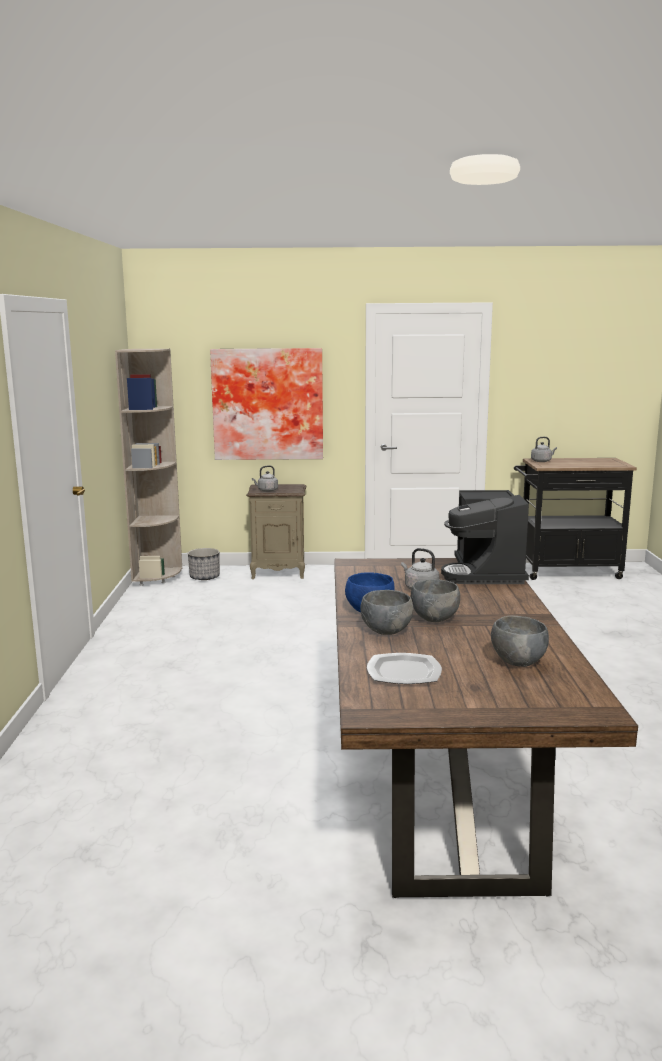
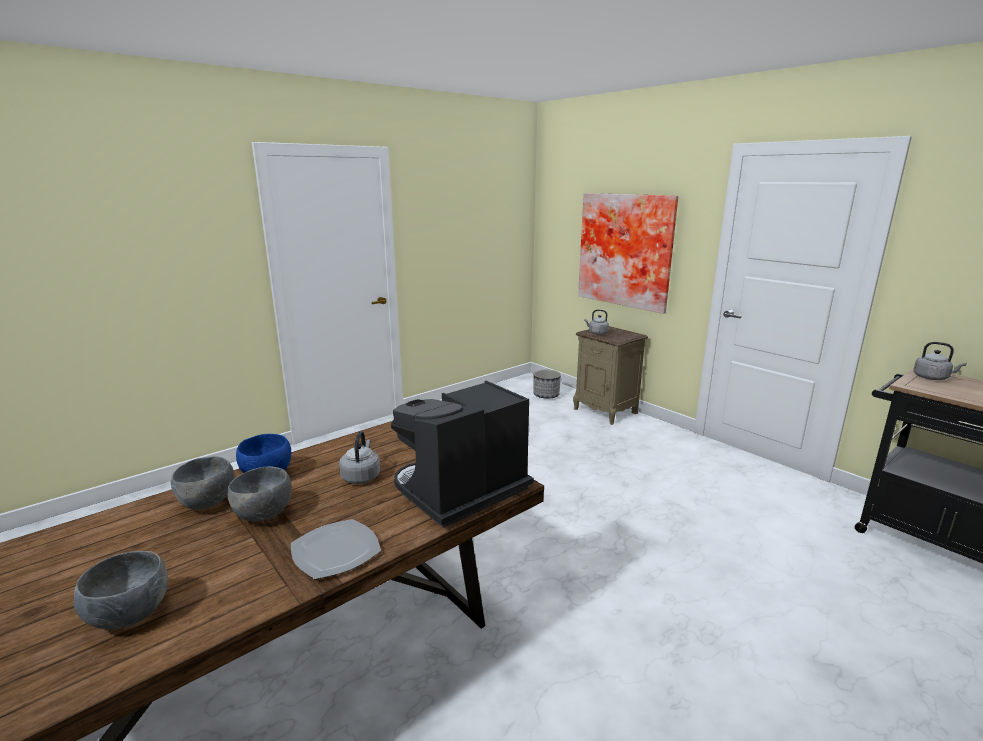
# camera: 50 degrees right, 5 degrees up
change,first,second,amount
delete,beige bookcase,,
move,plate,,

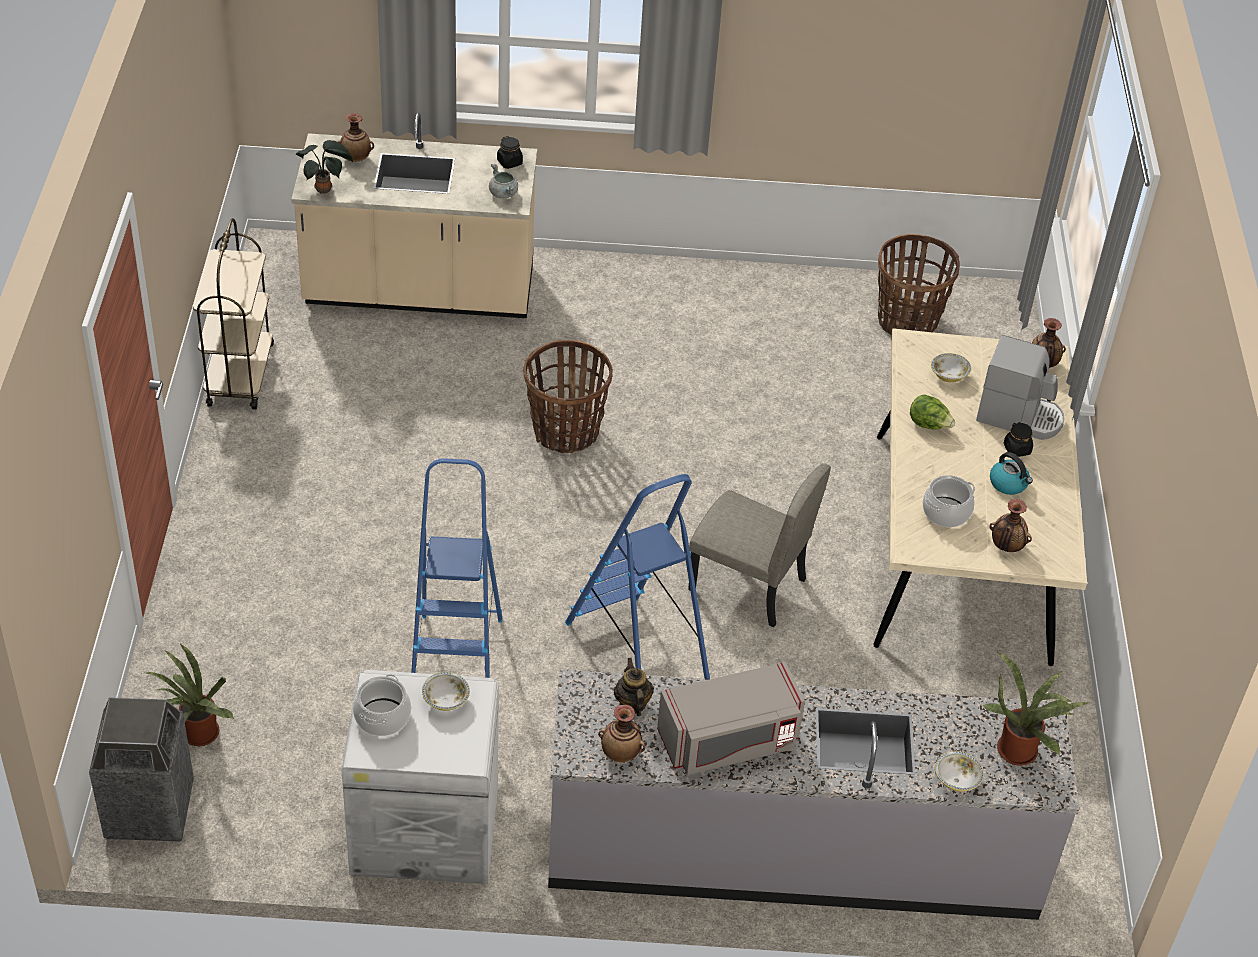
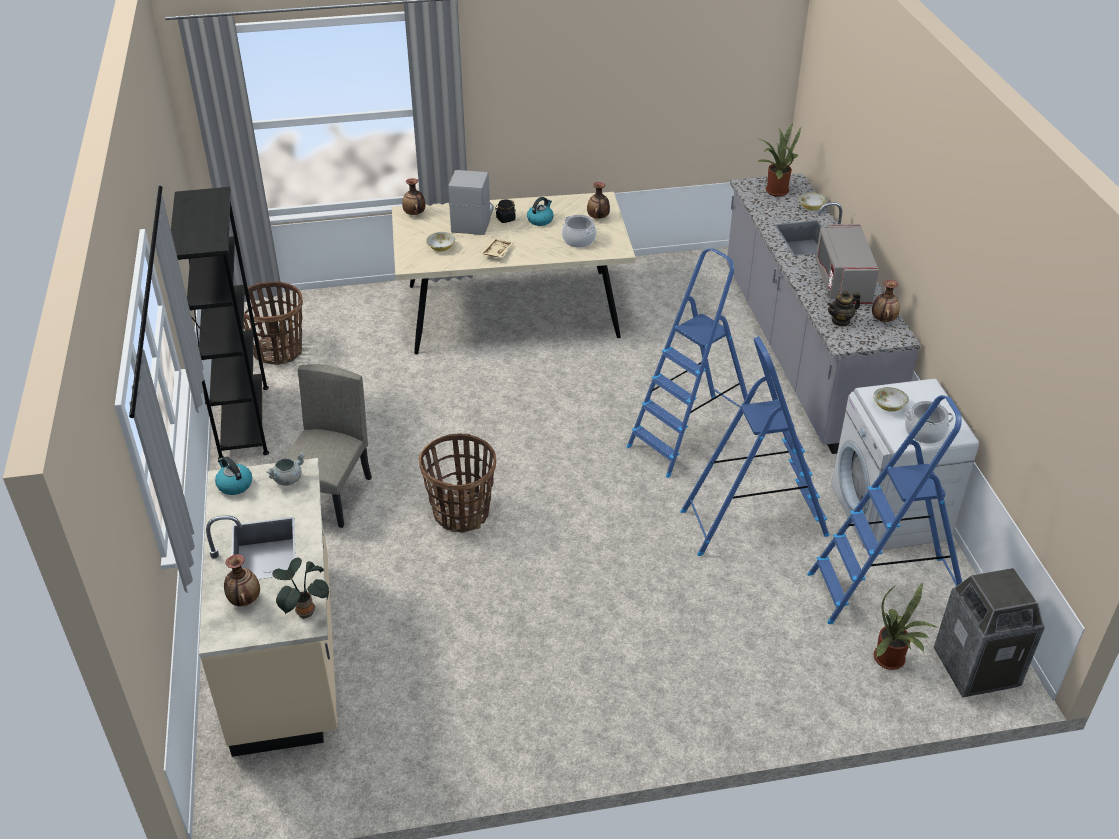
# camera: 100 degrees left, 5 degrees down
change,first,second,amount
delete,beige cart,,
replace,black jar (1st from left),kettle (1st from left),
rotate,grey microwave,,150 degrees counterclockwise
move,beige chair,,
replace,lettuce,beige tray,
insert,,black bookcase,
insert,,blue step ladder (3rd from left),

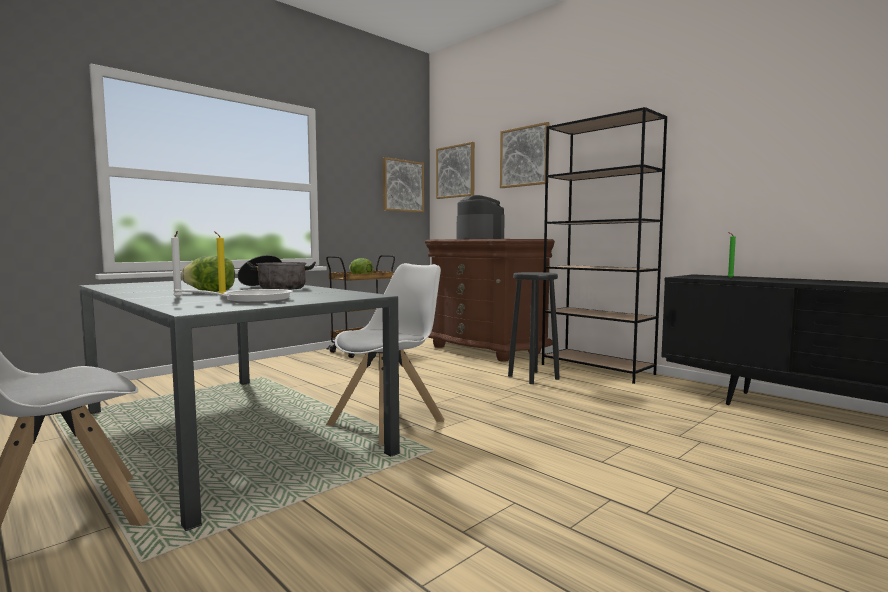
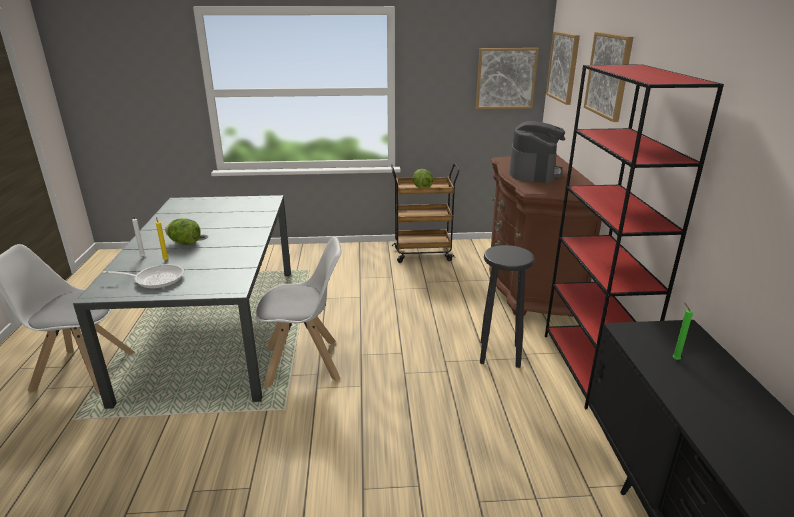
# camera: 40 degrees right, 20 degrees up
change,first,second,amount
delete,cooking pot,,
recolor,beige bookcase,red bookcase,

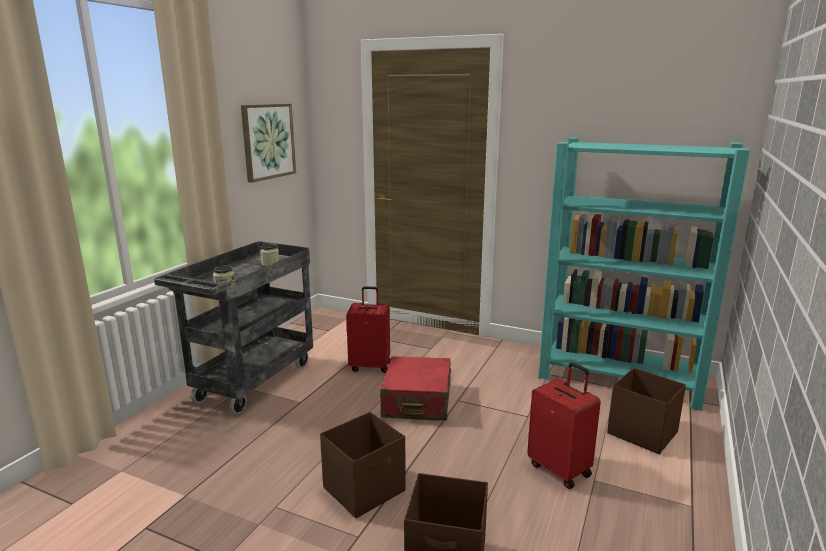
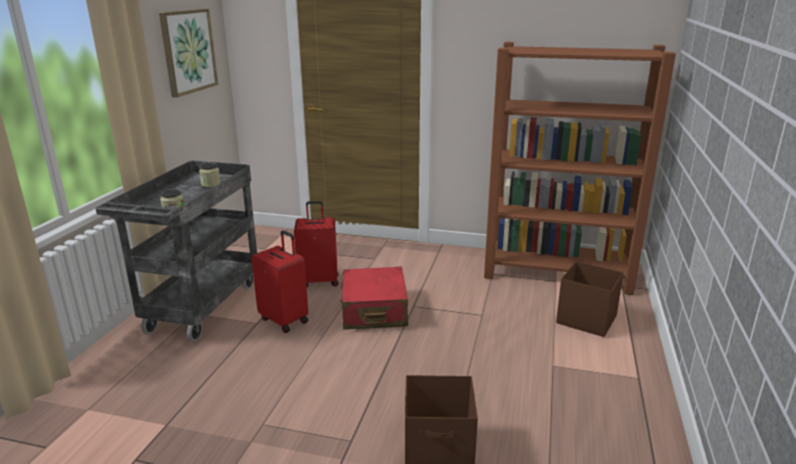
# camera: 10 degrees left, 5 degrees up
change,first,second,amount
delete,brown storage box (1st from left),,
move,red suitcase (3rd from left in the first image),red suitcase (1st from left),
recolor,turquoise bookcase,brown bookcase,

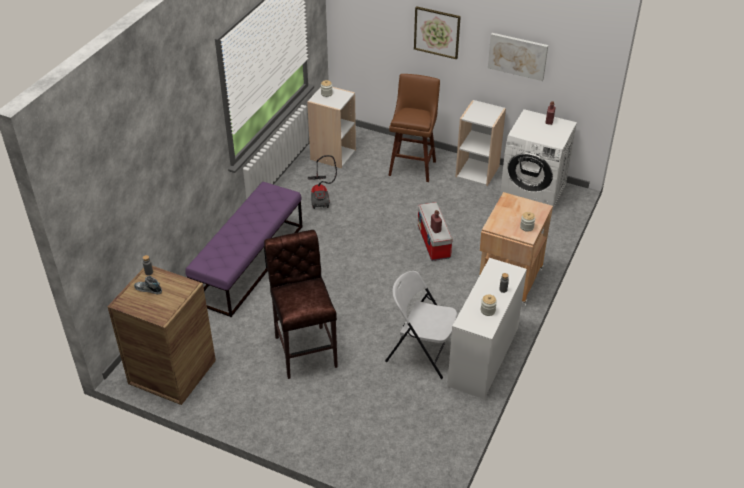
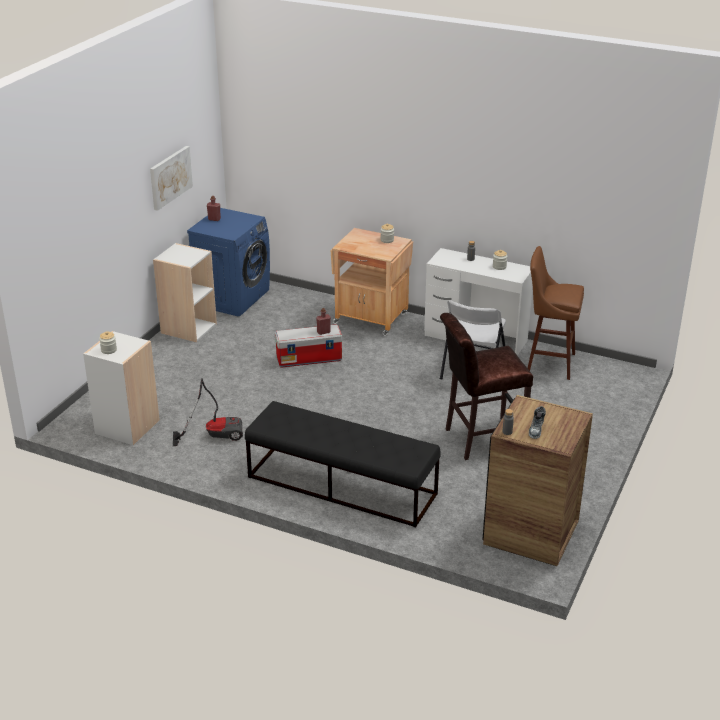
# camera: 90 degrees left, 10 degrees down
change,first,second,amount
recolor,purple bench,black bench,
move,brown stool (2nd from left),,
delete,picture (1st from left),,
recolor,white washing machine,blue washing machine,

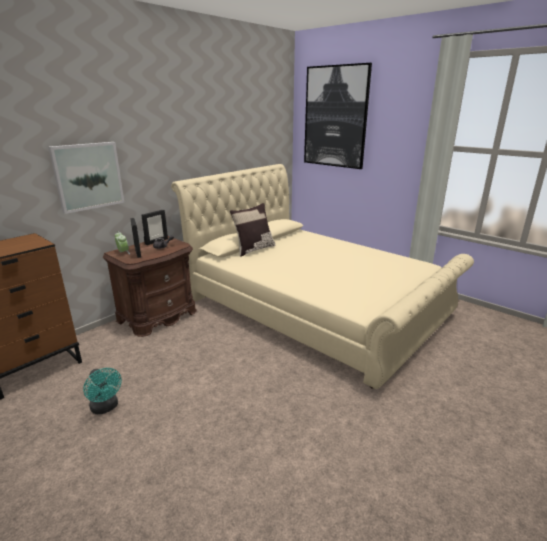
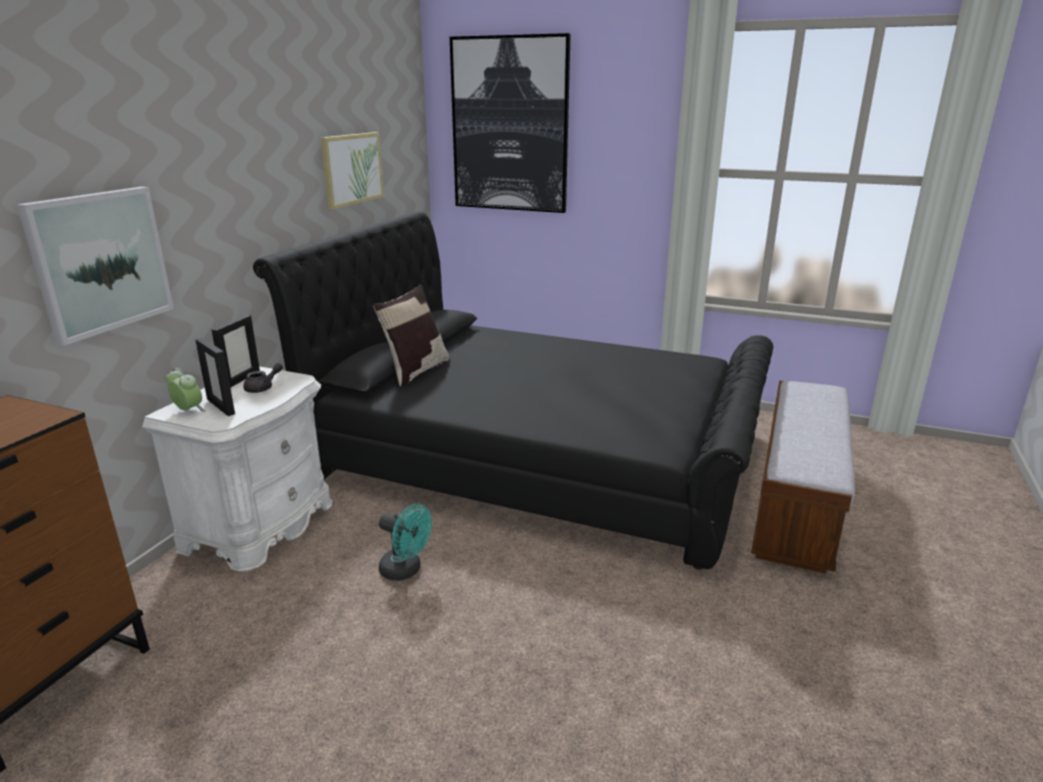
# camera: 20 degrees left, 0 degrees up
change,first,second,amount
move,turquoise fan,,
recolor,brown nightstand,white nightstand,
recolor,beige bed,black bed,
insert,,picture (2nd from left),
insert,,bench,

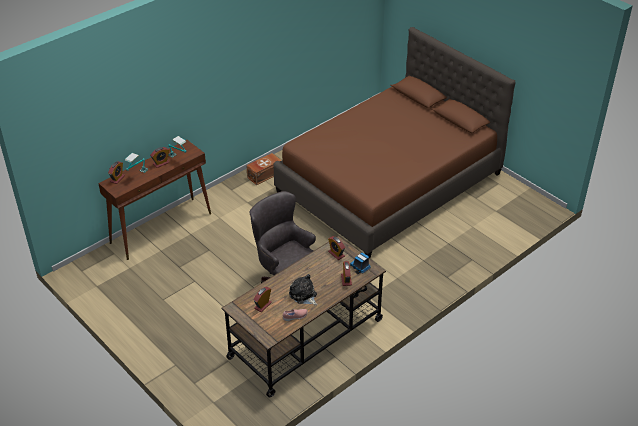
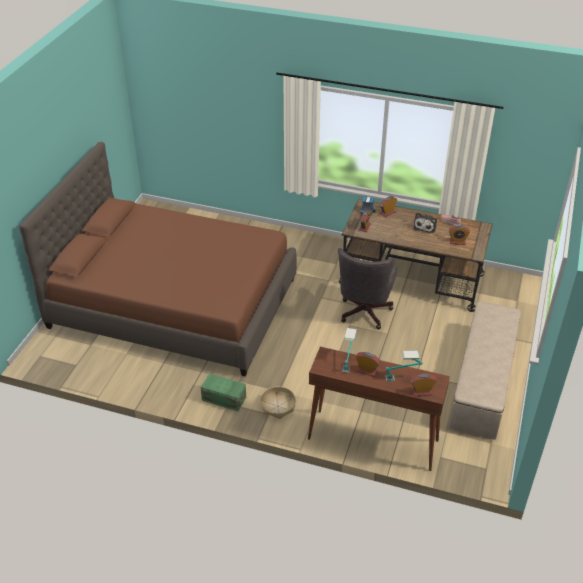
# camera: 120 degrees left, 0 degrees up
change,first,second,amount
recolor,brown storage box,green storage box,
insert,,basket,
insert,,beige bench,

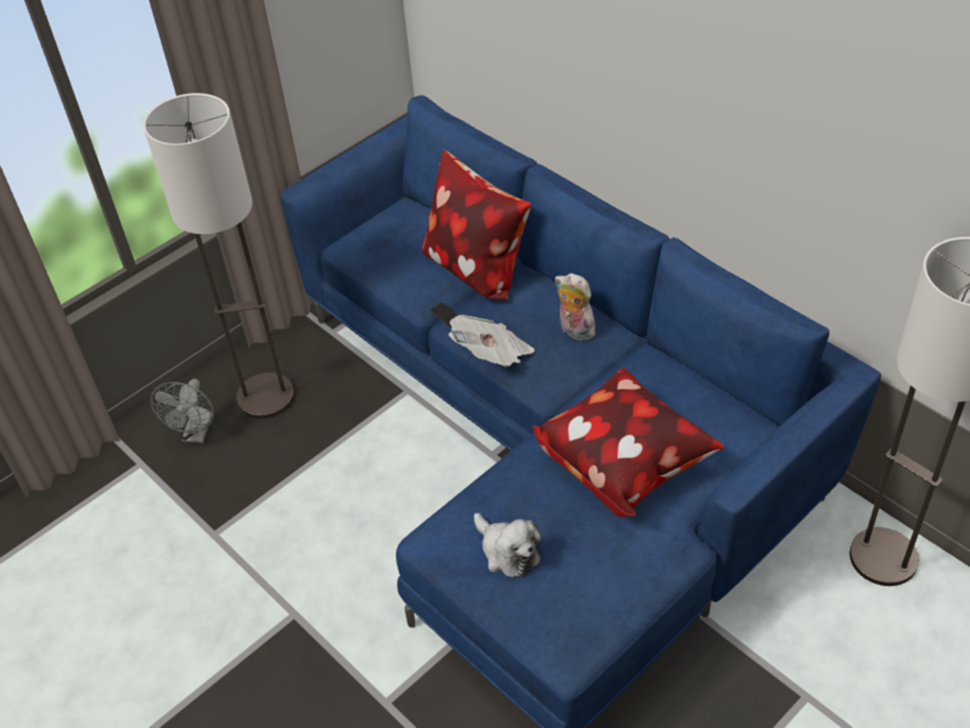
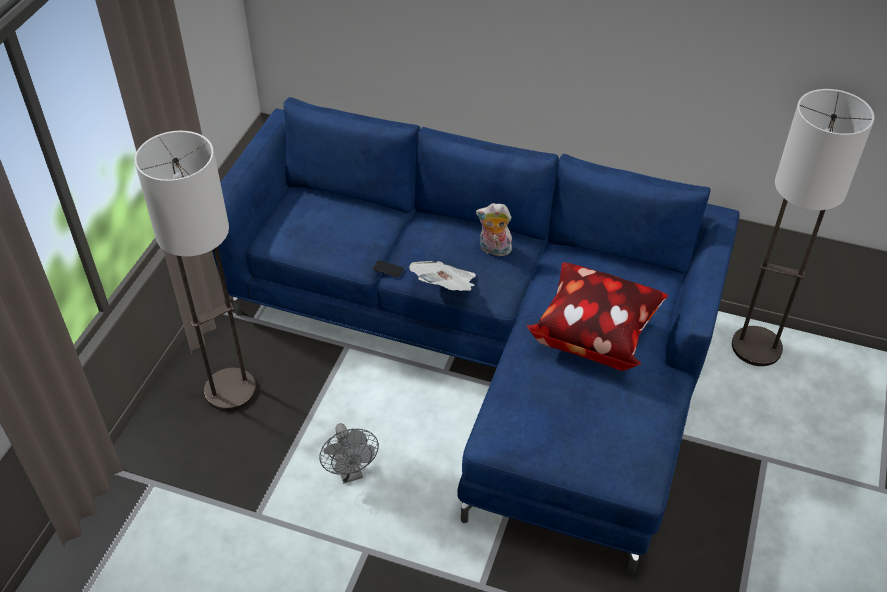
# camera: 30 degrees left, 0 degrees up
change,first,second,amount
move,grey fan,,
delete,pillow (1st from left),,
delete,plush toy (1st from left),,

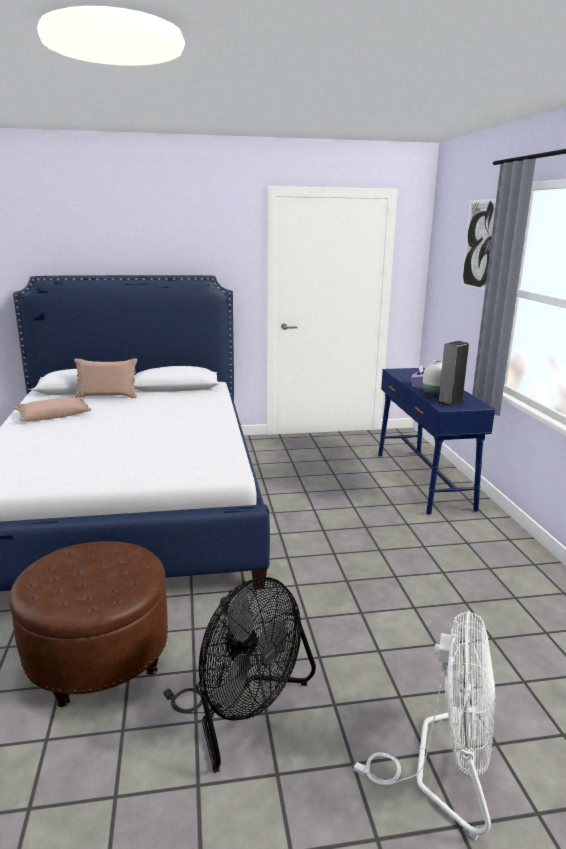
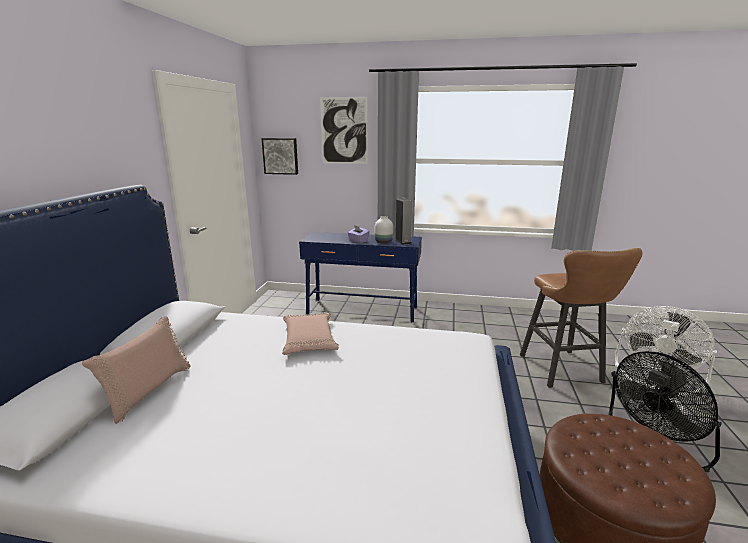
# camera: 70 degrees left, 0 degrees up
change,first,second,amount
move,beige pillow (1st from left in the first image),beige pillow (2nd from left),
insert,,picture (1st from left),
insert,,brown stool,

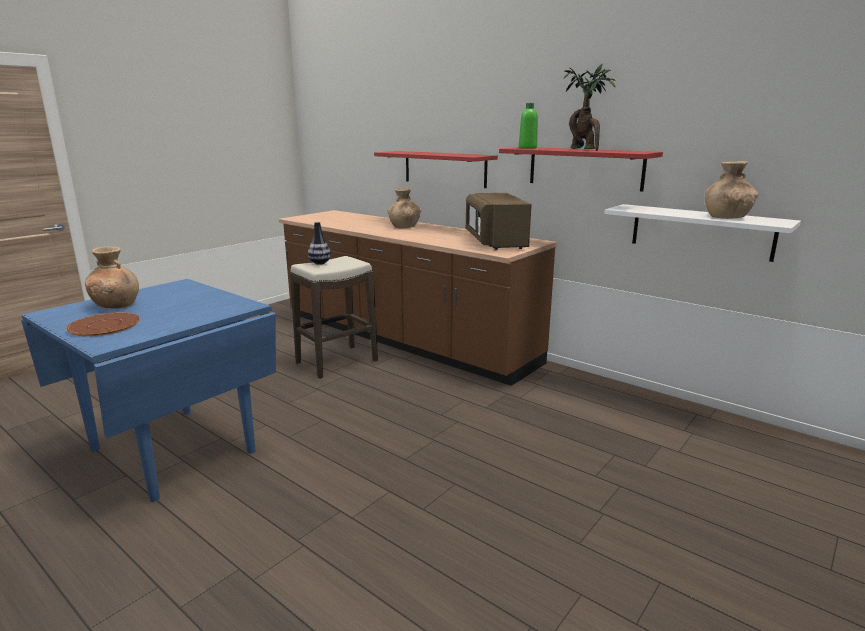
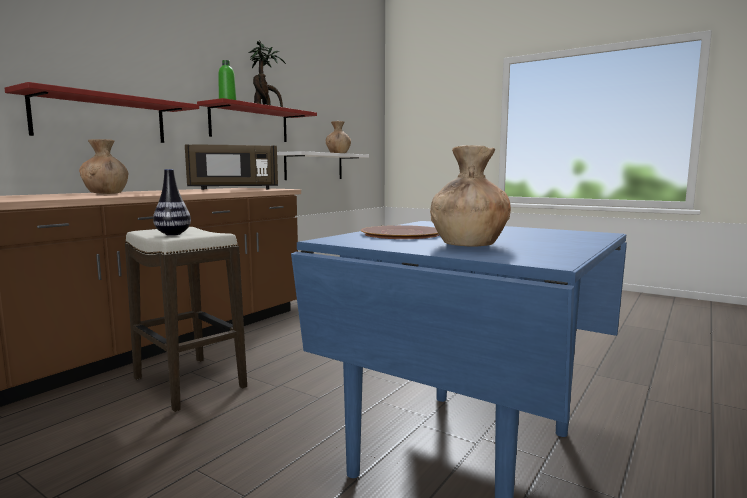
# camera: 95 degrees left, 10 degrees down
change,first,second,amount
move,brown plate,,

